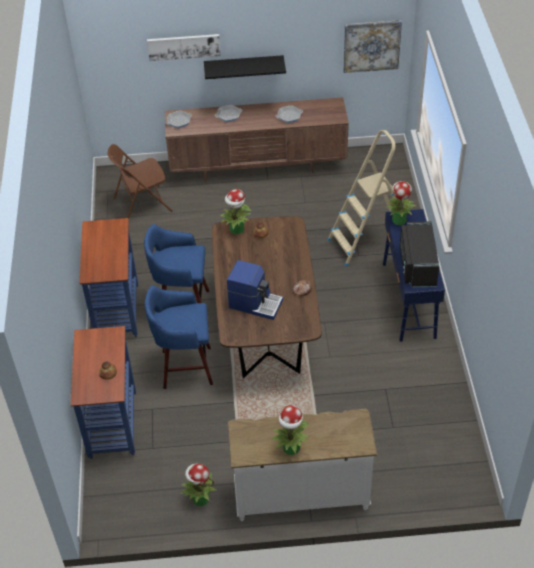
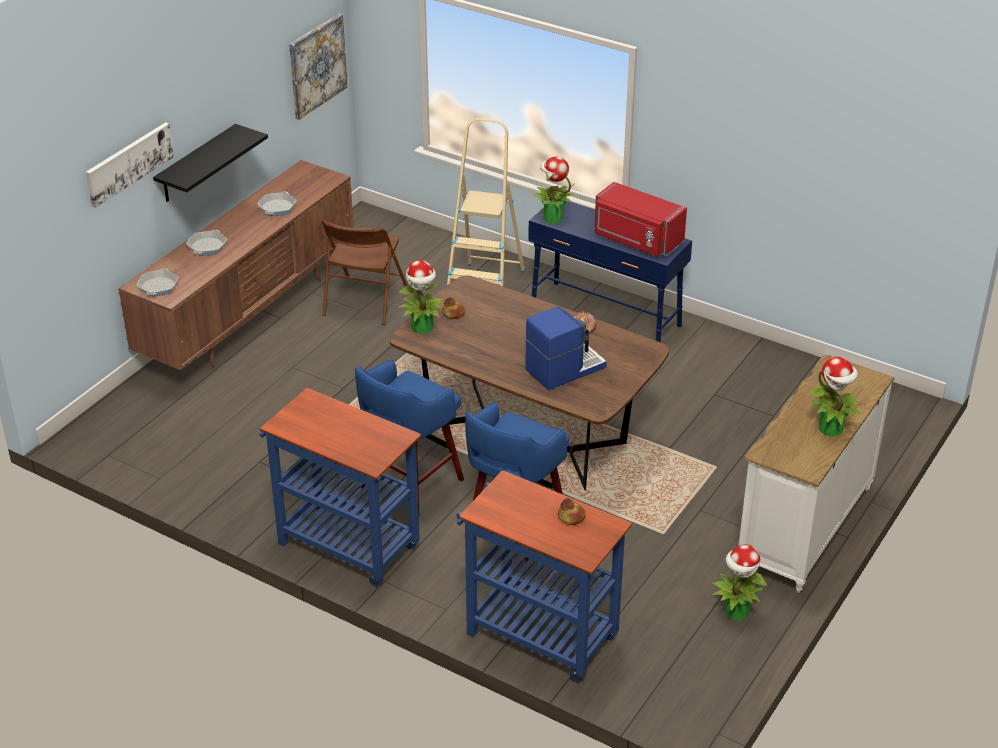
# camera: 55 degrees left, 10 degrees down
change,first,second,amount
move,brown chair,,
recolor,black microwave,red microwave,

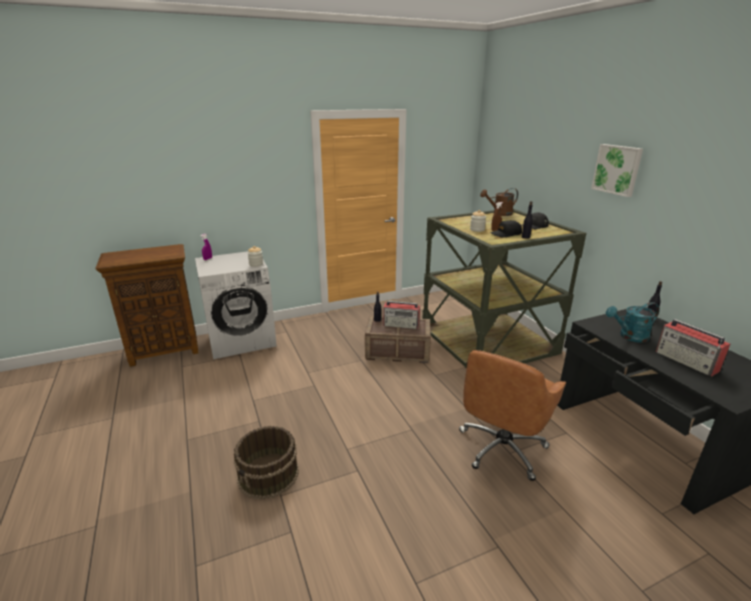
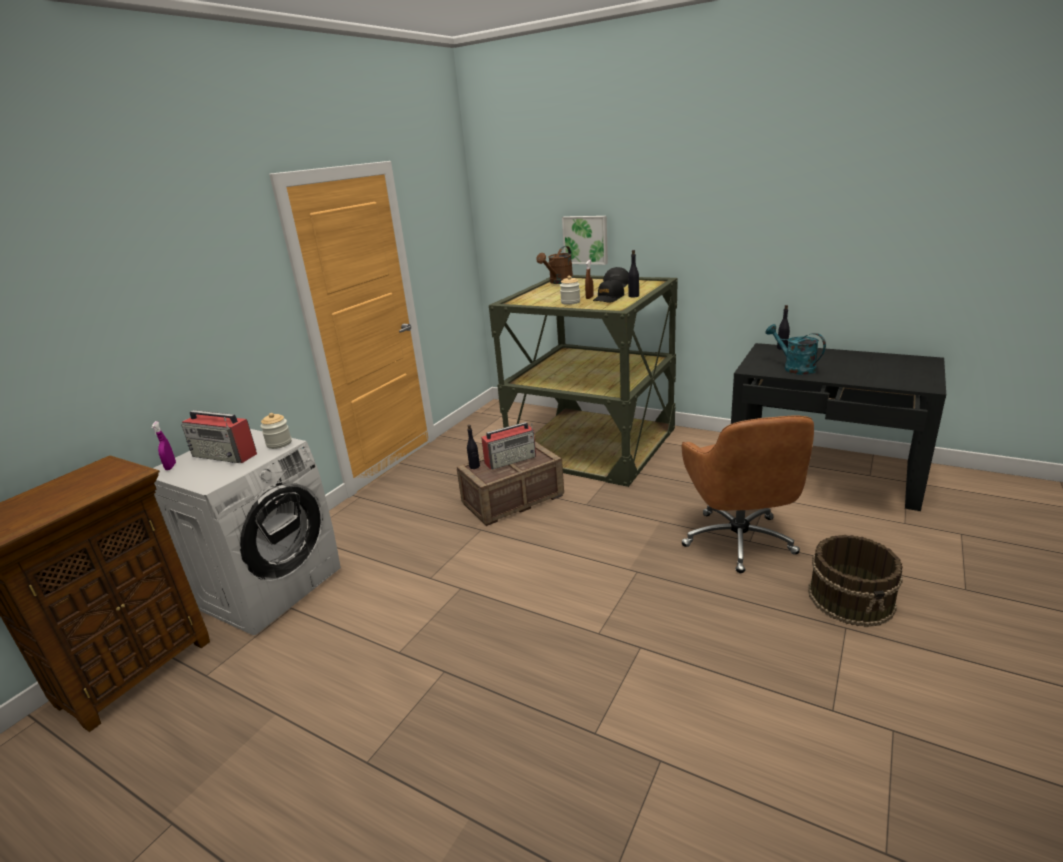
# camera: 35 degrees left, 0 degrees up
change,first,second,amount
move,brown bucket,,
move,picture,,
rotate,turquoise watering can,,105 degrees clockwise
move,radio (2nd from left in the first image),radio (1st from left),

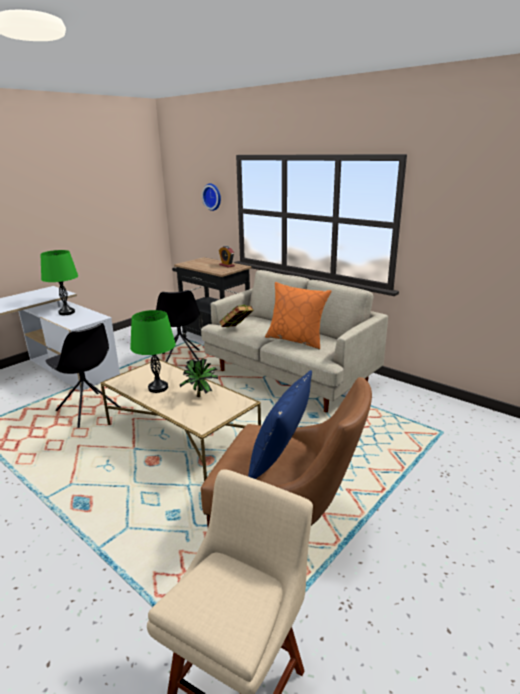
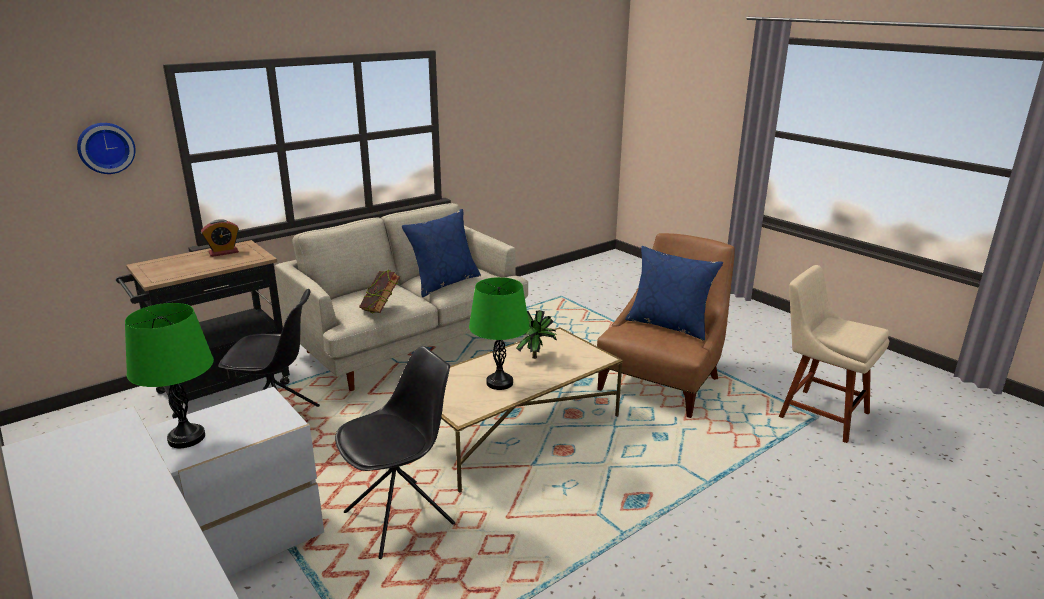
# camera: 80 degrees left, 0 degrees up
change,first,second,amount
recolor,orange pillow,blue pillow (1st from left),

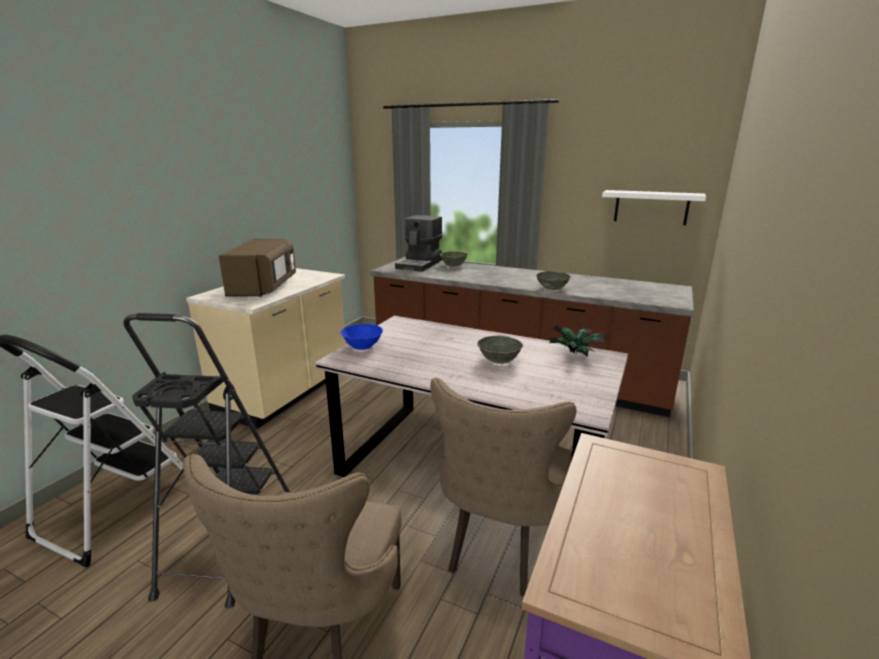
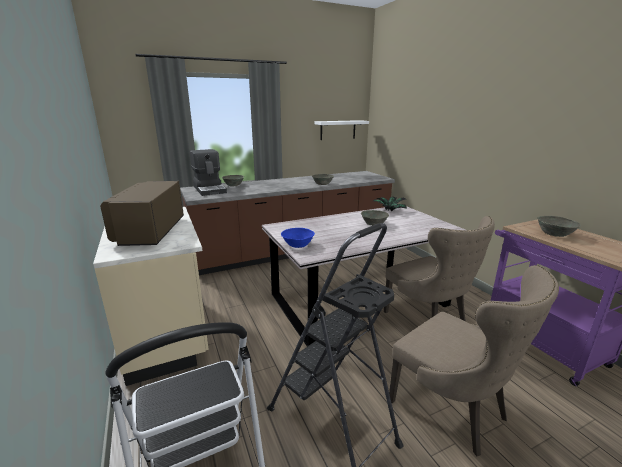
# camera: 50 degrees left, 0 degrees up
change,first,second,amount
rotate,brown microwave,,135 degrees counterclockwise
insert,,grey bowl (4th from left),

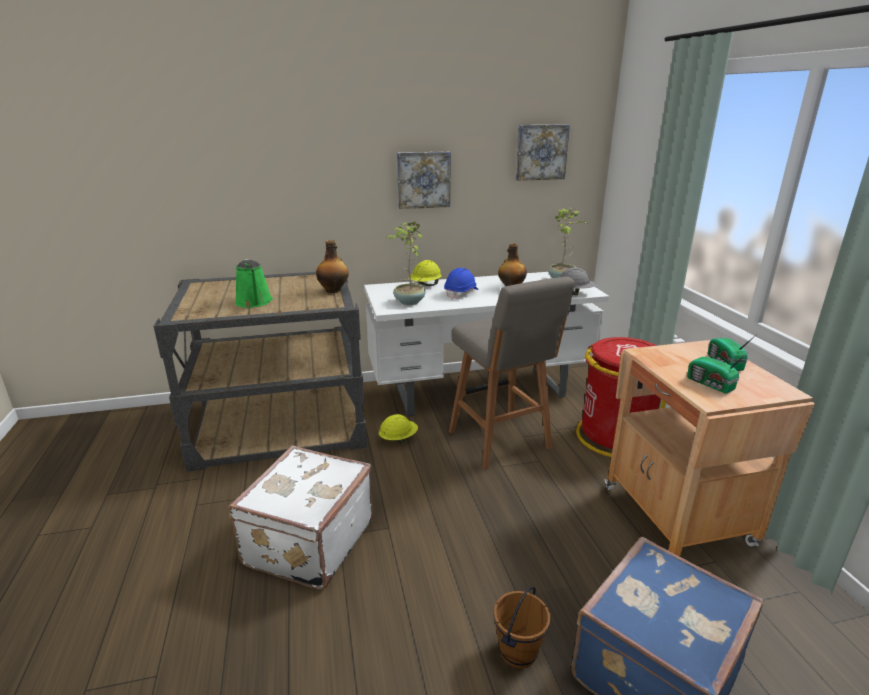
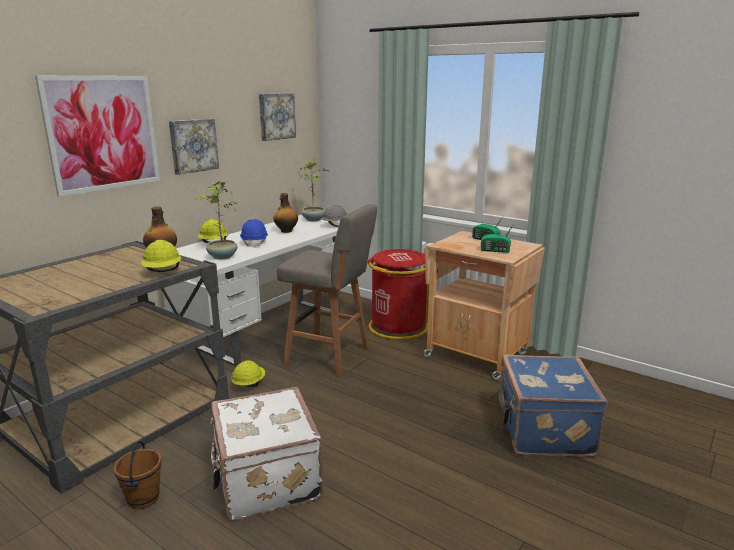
# camera: 40 degrees left, 5 degrees down
change,first,second,amount
delete,green watering can,,
move,brown bucket,,
insert,,picture (1st from left),
insert,,yellow hard hat (1st from left),

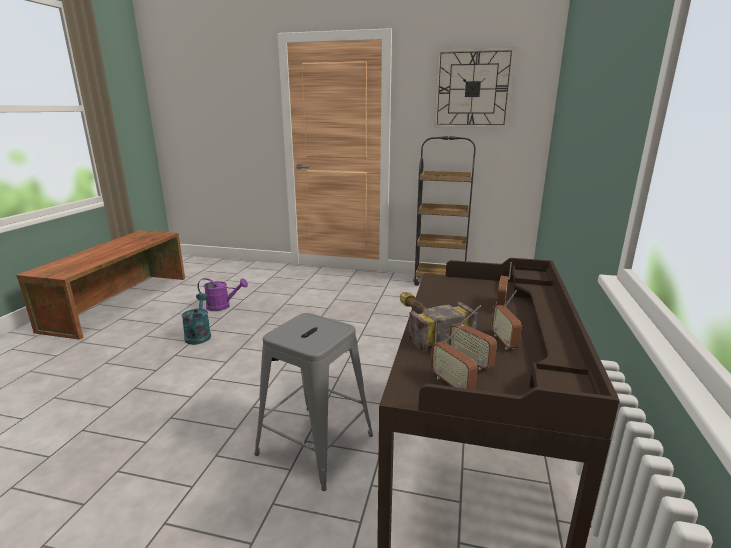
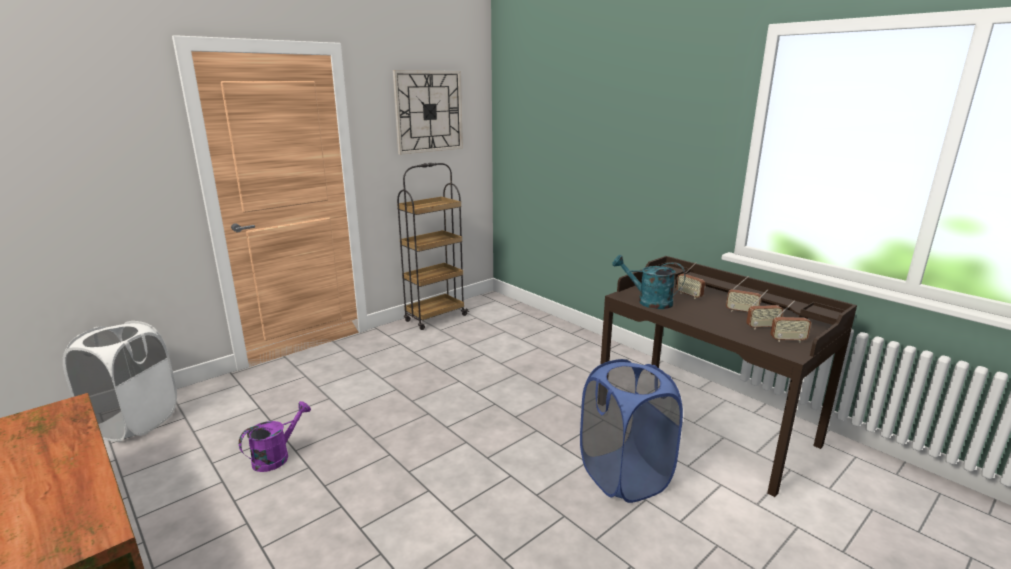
# camera: 55 degrees left, 0 degrees up
change,first,second,amount
move,turquoise watering can,,
replace,grey stool,blue laundry basket,
delete,hammer,,
insert,,white laundry basket,

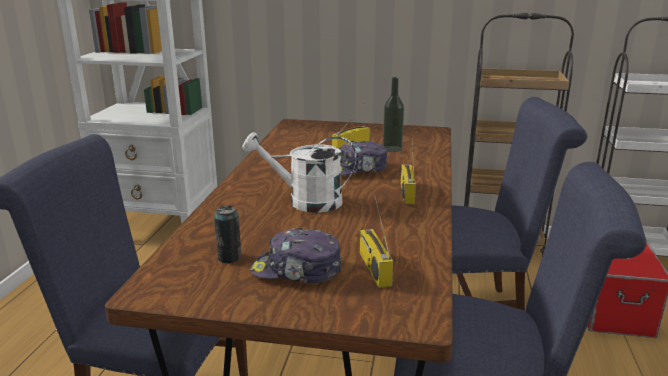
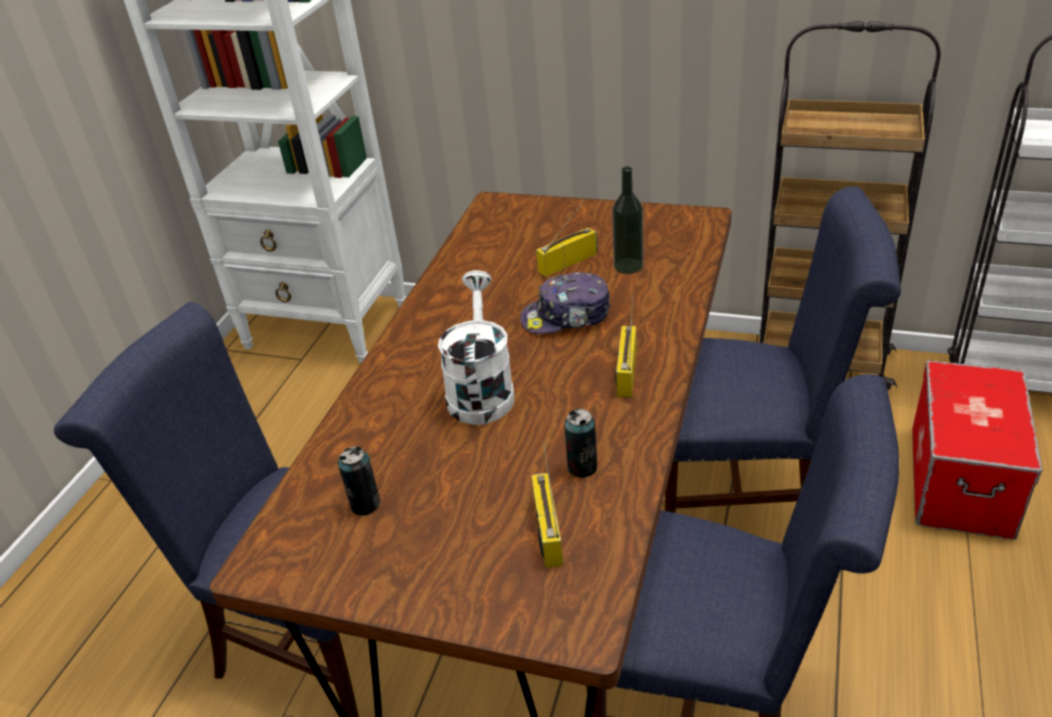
# camera: 10 degrees right, 15 degrees up
change,first,second,amount
rotate,white watering can,,75 degrees clockwise
delete,cap (1st from left),,
insert,,can (2nd from left),

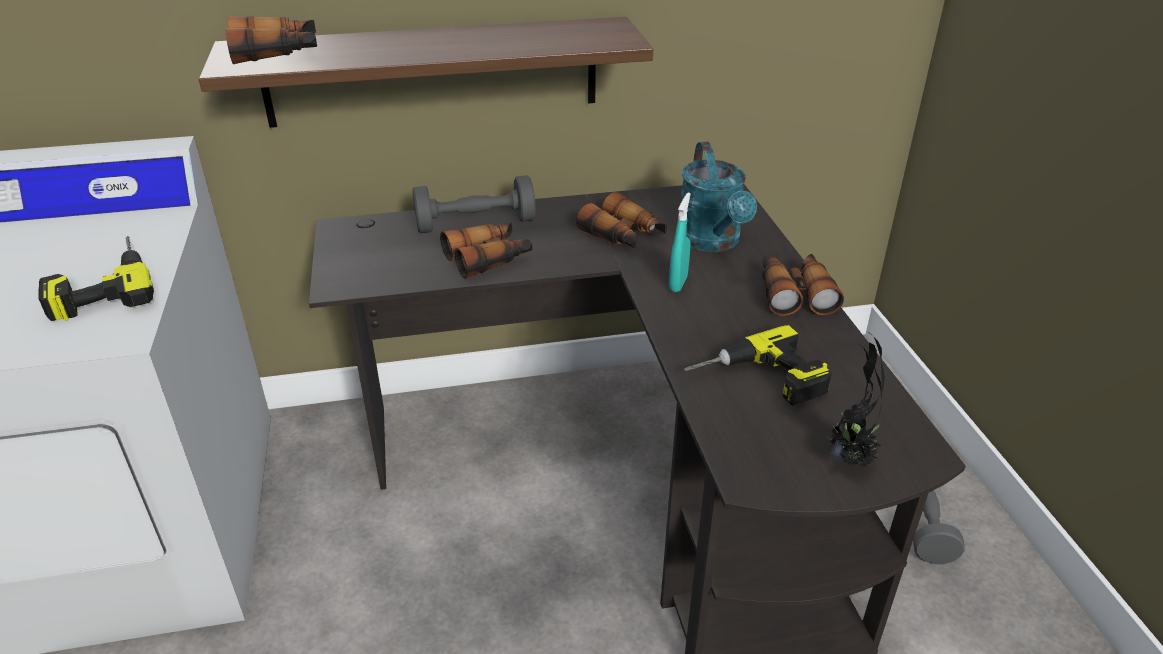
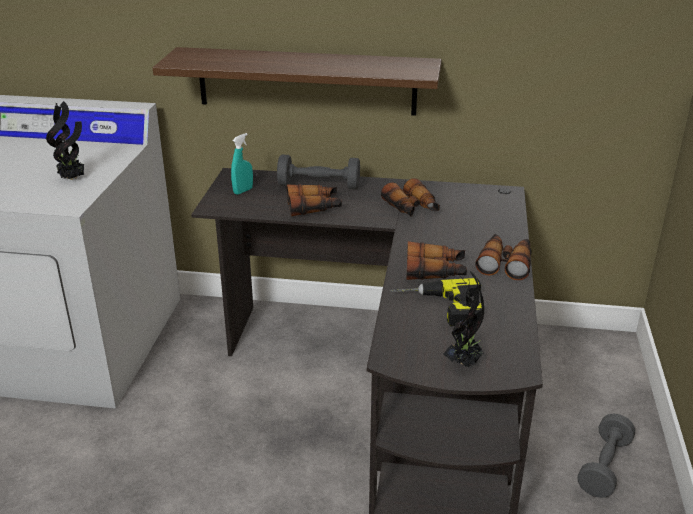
# camera: 20 degrees right, 5 degrees down
change,first,second,amount
replace,power drill (1st from left),potted plant (1st from left),
move,binoculars (1st from left in the first image),binoculars (3rd from left),
move,turquoise spray bottle,,
delete,turquoise watering can,,

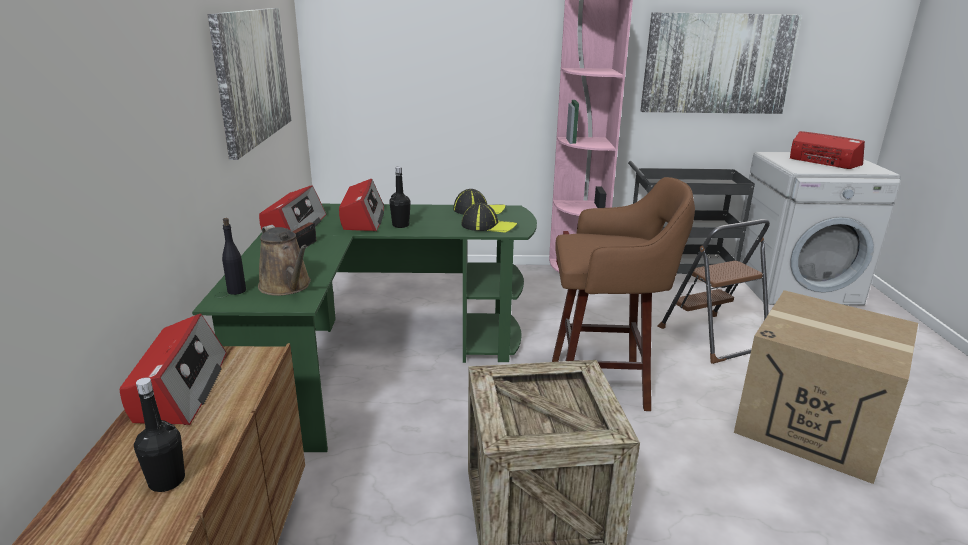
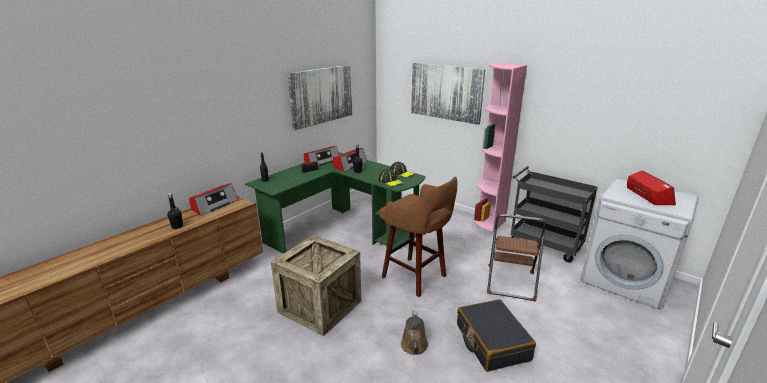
# camera: 40 degrees right, 0 degrees up
change,first,second,amount
move,brown watering can,,
move,picture (2nd from left),,
replace,cardboard box,black suitcase,

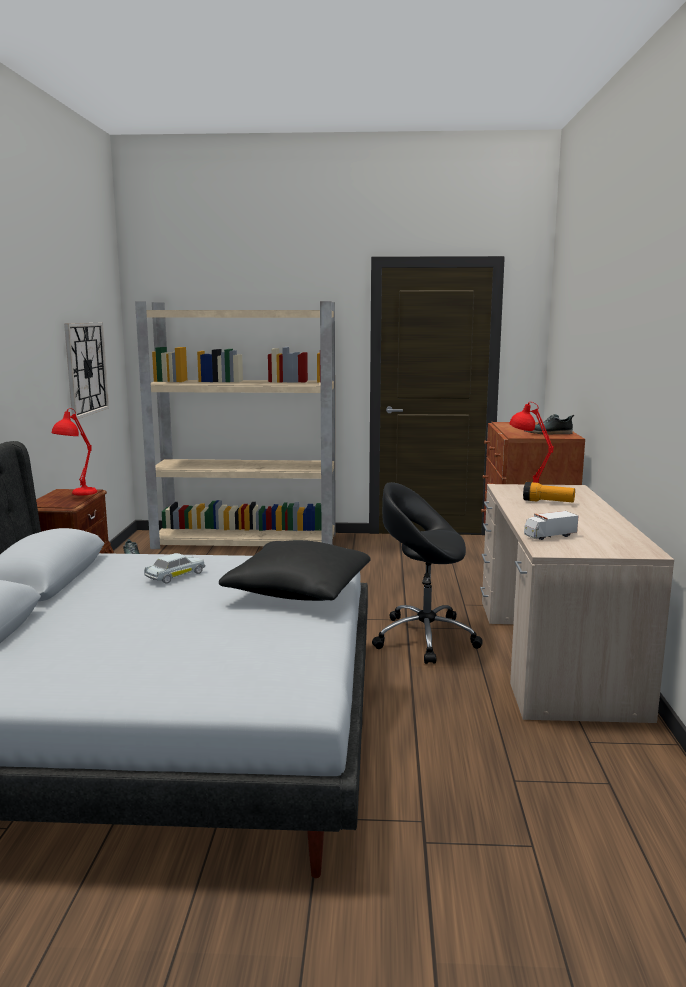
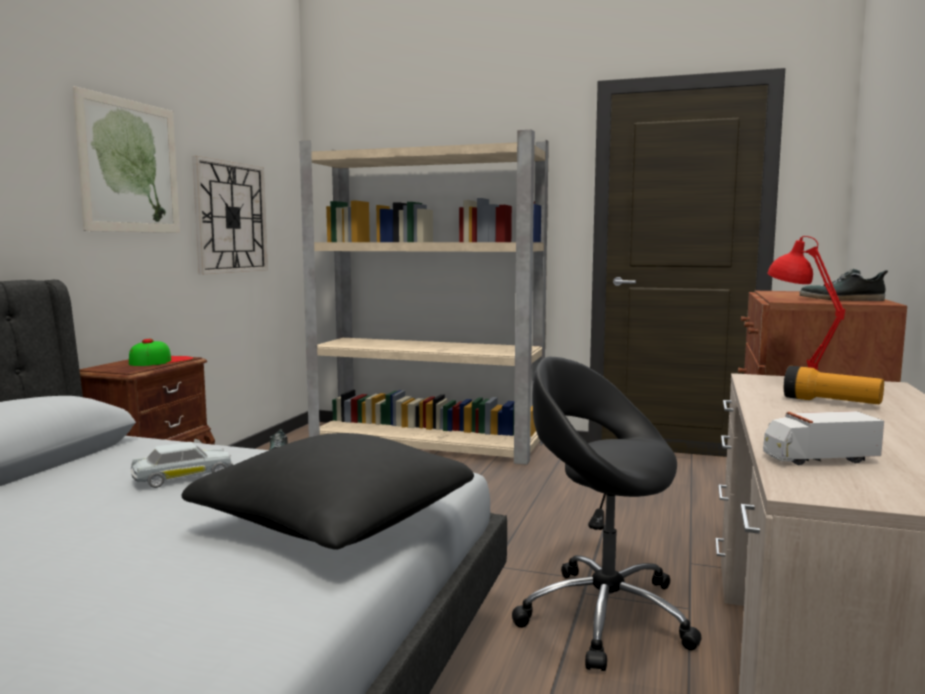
# camera: 15 degrees right, 5 degrees down
change,first,second,amount
replace,red table lamp (1st from left),cap,
insert,,picture,

